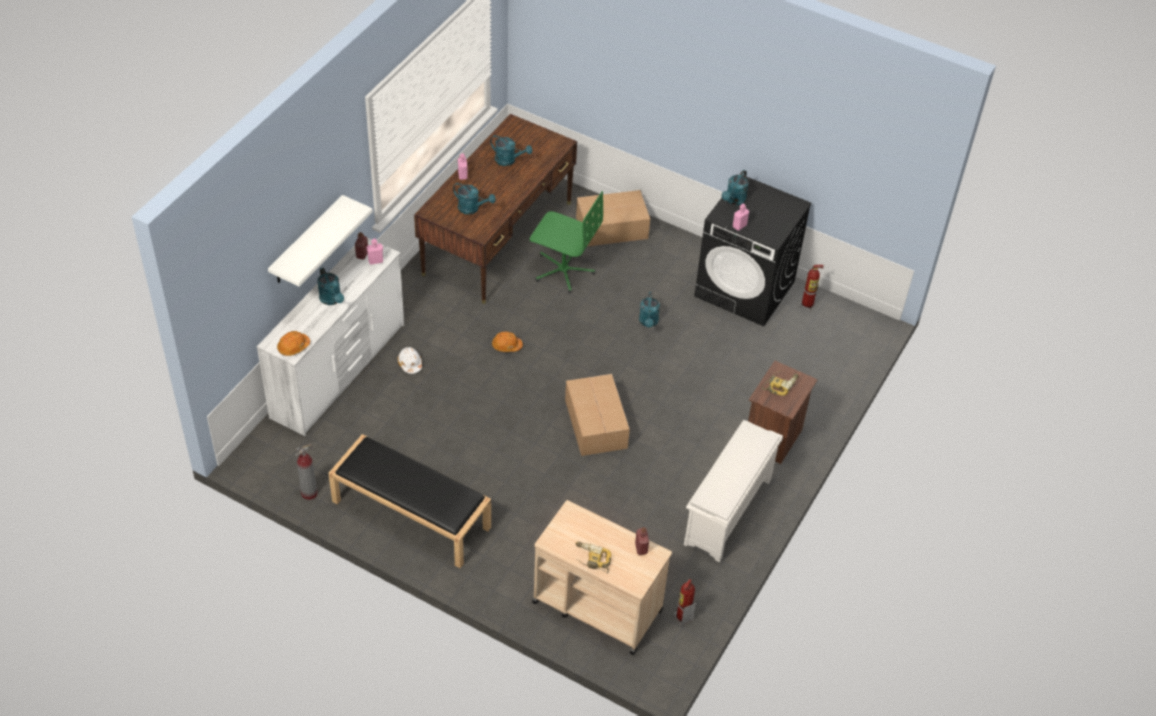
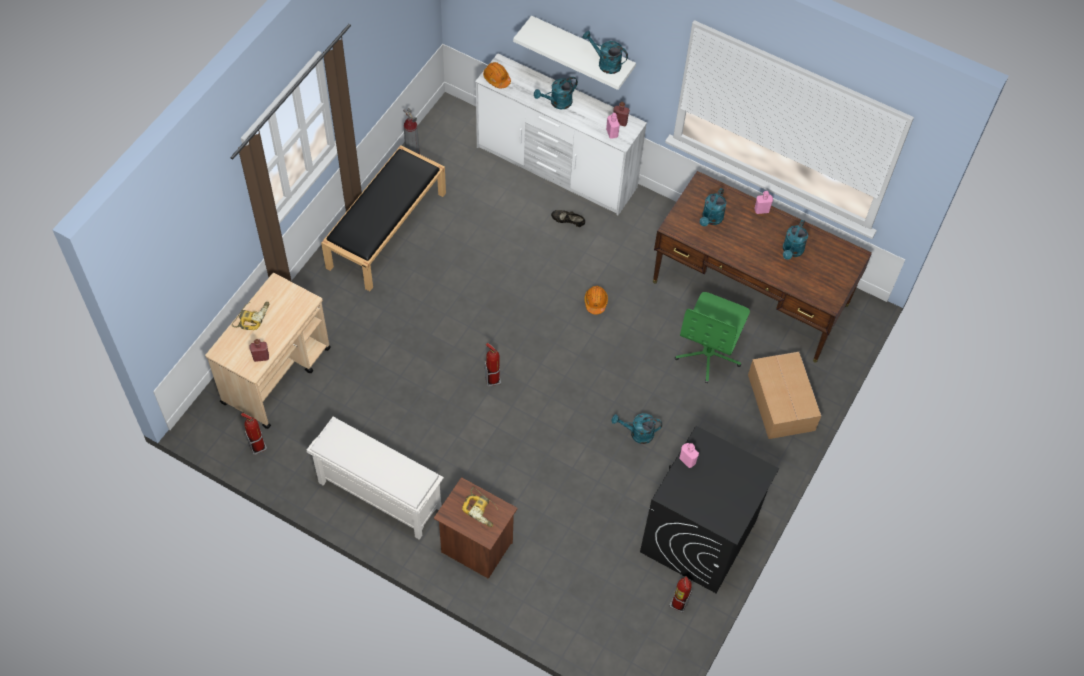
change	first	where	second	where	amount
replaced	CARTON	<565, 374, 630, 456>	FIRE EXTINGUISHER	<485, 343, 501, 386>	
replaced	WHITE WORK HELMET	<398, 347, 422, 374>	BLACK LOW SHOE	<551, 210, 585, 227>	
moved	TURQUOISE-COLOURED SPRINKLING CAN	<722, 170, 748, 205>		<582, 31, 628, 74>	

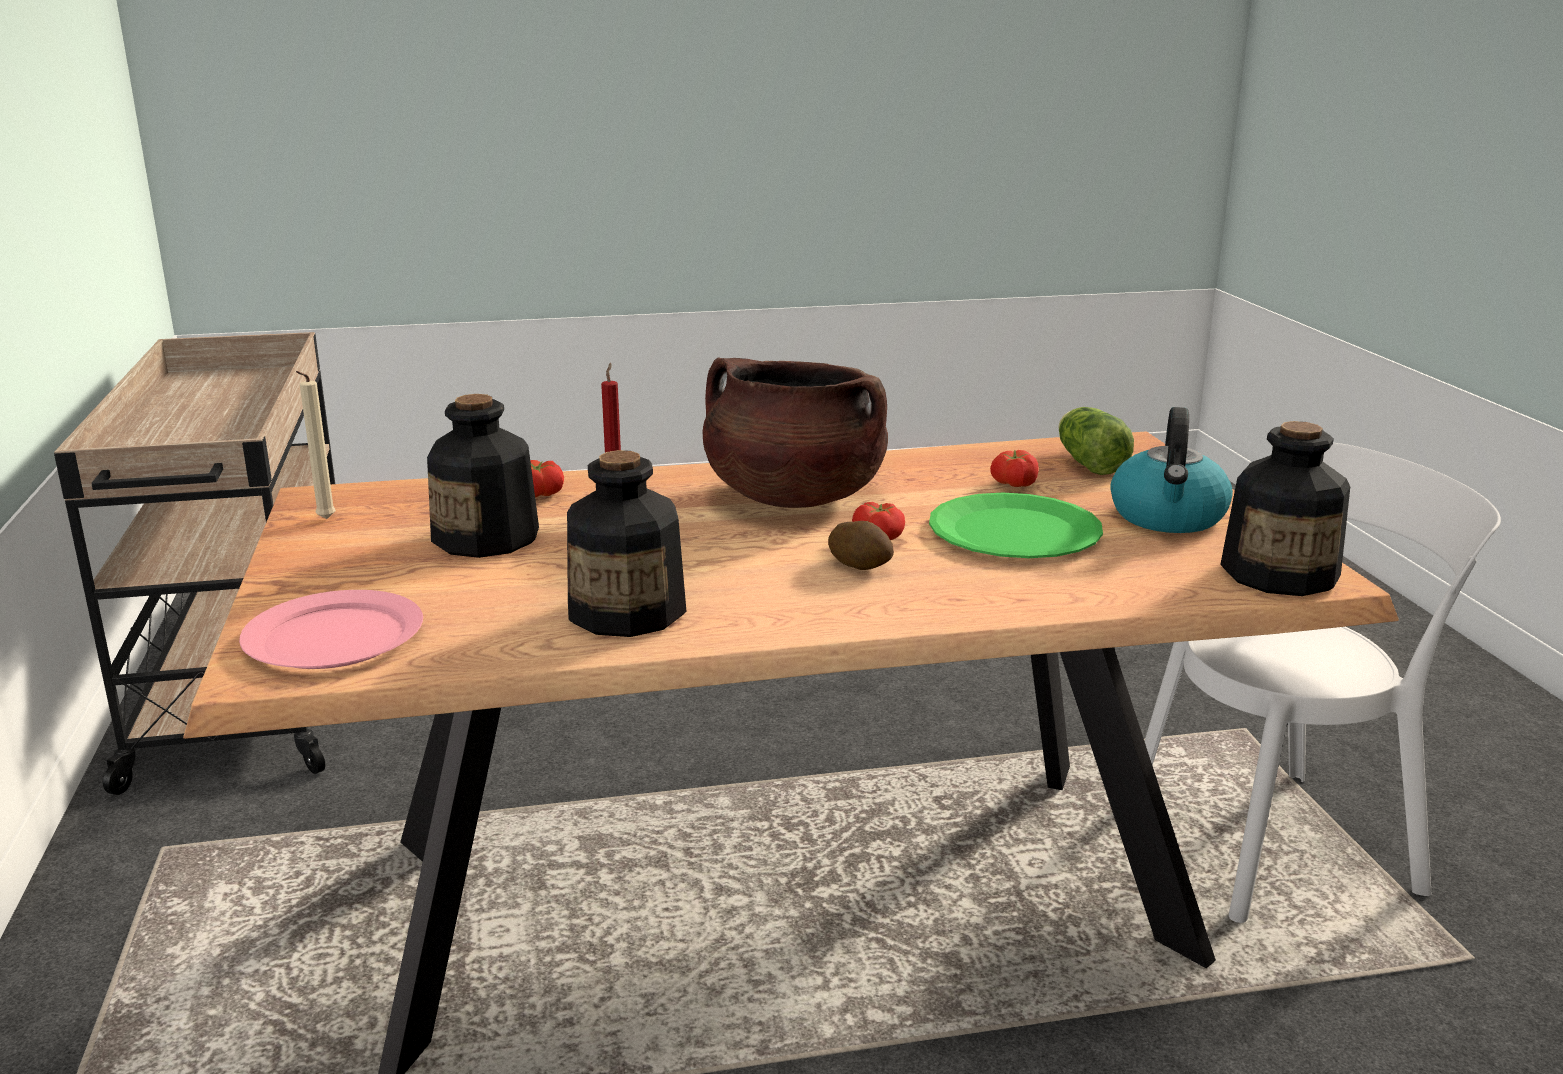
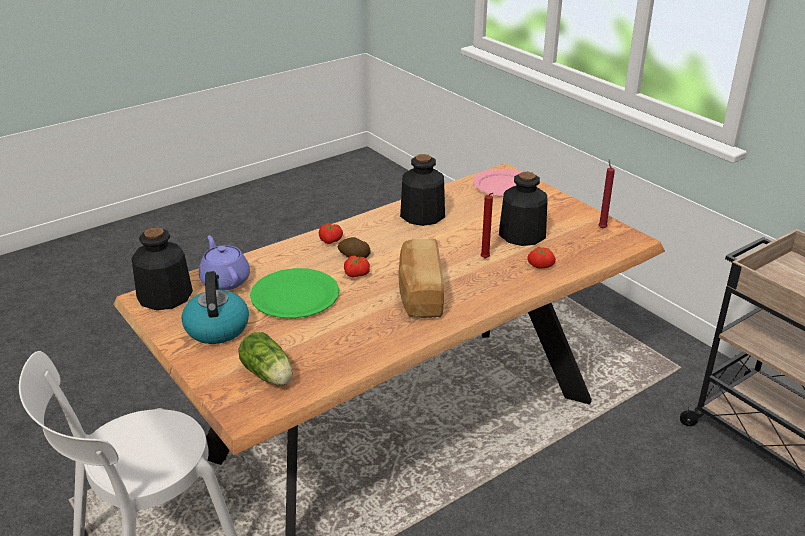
change	first	where	second	where	amount
added			PURPLE POT FOR TEA	<199, 236, 250, 290>	
moved	TOMATO	<990, 450, 1039, 487>		<319, 223, 343, 244>	
replaced	BROWN-COLOURED COOKING POT	<702, 357, 888, 508>	BAKERY BREAD	<398, 239, 444, 318>	
recoloured	BEIGE WAX CANDLE	<296, 371, 336, 519>	RED-COLOURED WAX CANDLE	<598, 159, 615, 229>	

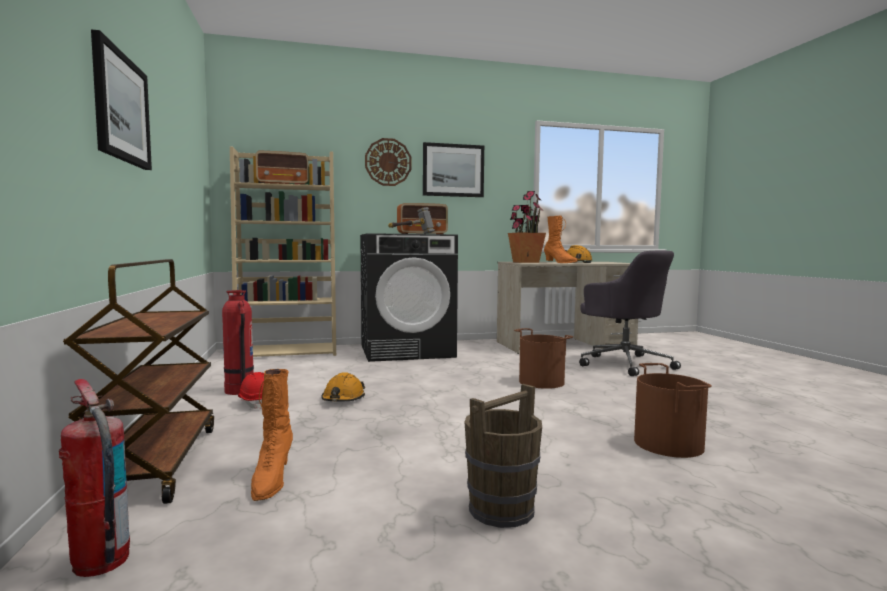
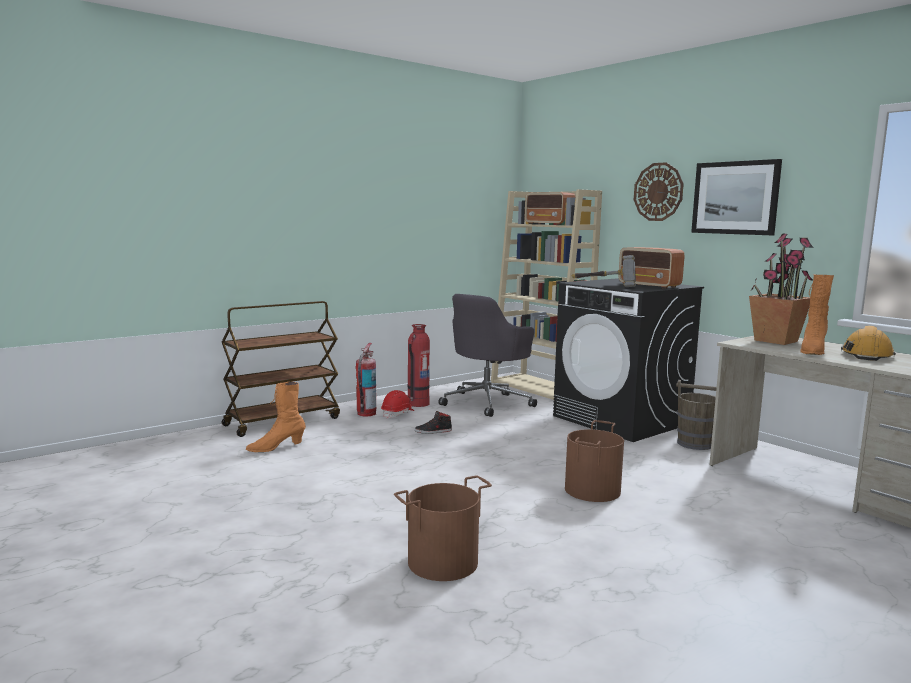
change	first	where	second	where	amount
moved	FIRE EXTINGUISHER	<59, 379, 130, 577>		<355, 343, 377, 416>	
replaced	ORANGE WORK HELMET	<321, 372, 365, 401>	BLACK LOW SHOE	<415, 411, 452, 434>	
moved	GRAY OFFICE CHAIR	<579, 250, 681, 376>		<438, 294, 537, 417>	
moved	BROWN-COLOURED WATER BUCKET	<465, 384, 542, 528>		<676, 380, 717, 450>	
removed	PICTURE	<91, 29, 152, 170>			

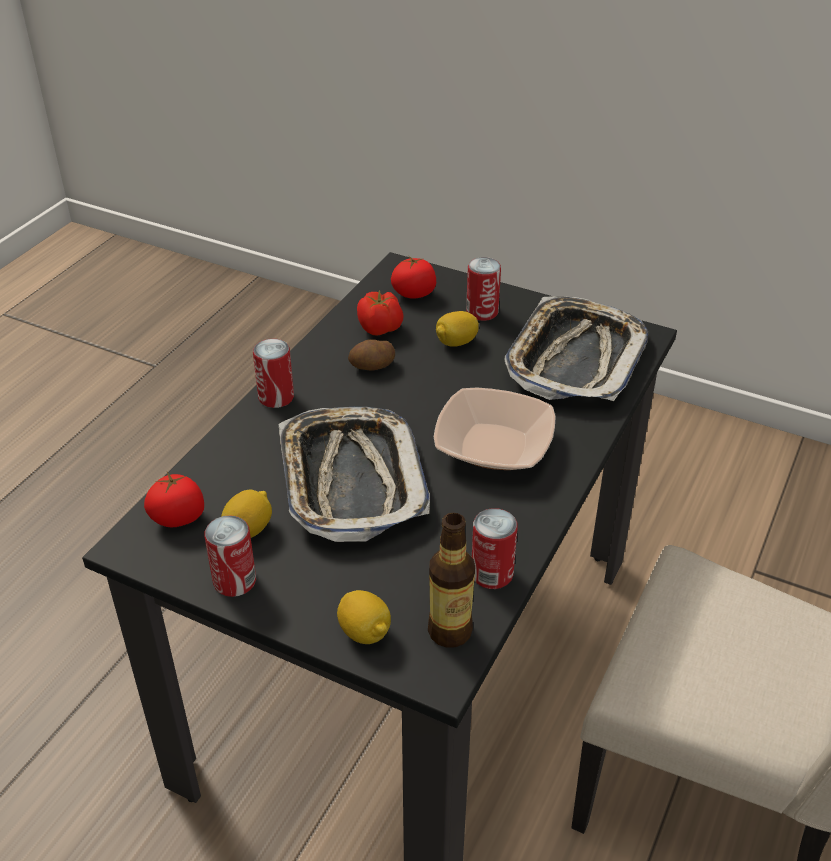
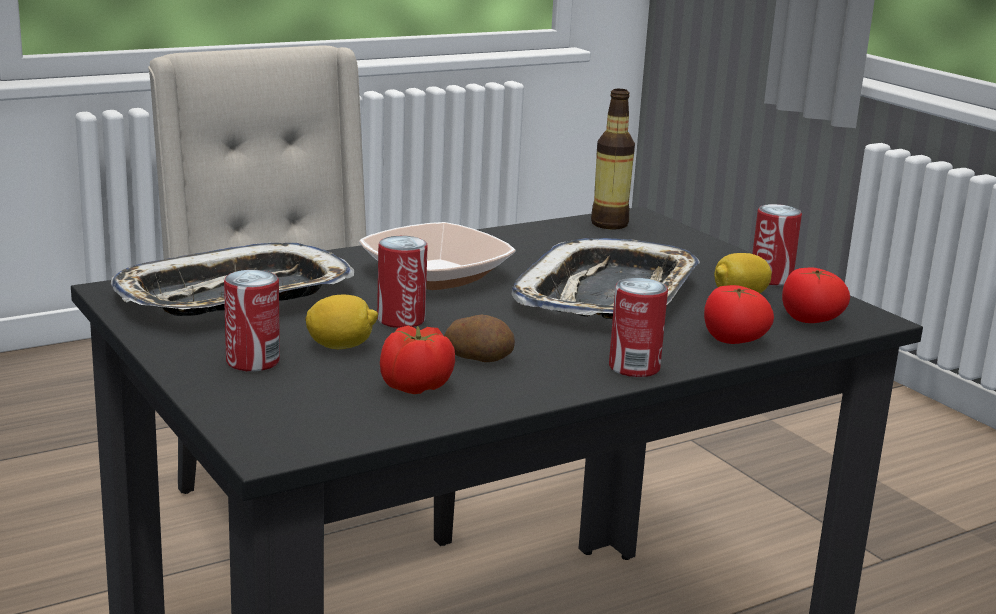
change	first	where	second	where	amount
moved	METAL CAN	<472, 508, 518, 589>		<377, 236, 428, 328>	
moved	TOMATO	<391, 256, 436, 298>		<704, 285, 774, 344>	
removed	CITRUS FRUIT	<337, 590, 391, 644>			

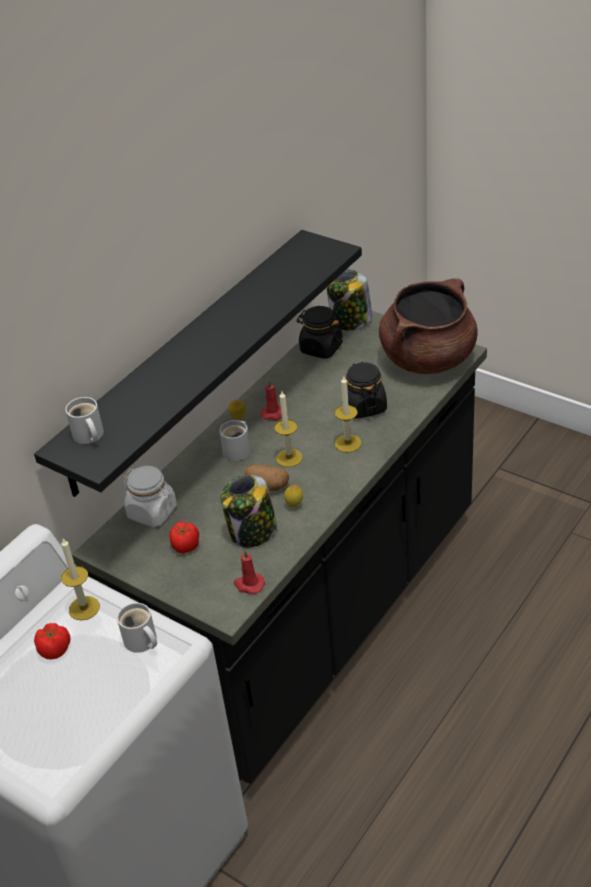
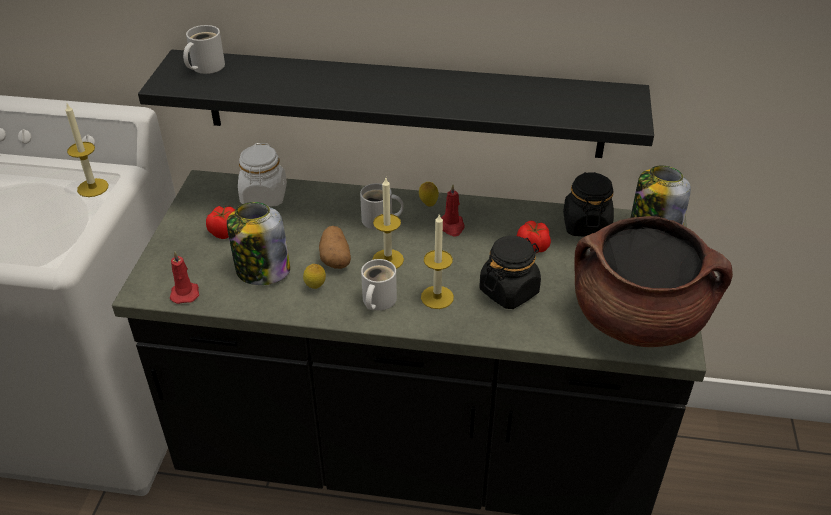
change	first	where	second	where	amount
moved	WHITE TEA MUG	<117, 603, 157, 653>		<361, 259, 397, 310>	
moved	TOMATO	<34, 623, 70, 659>		<517, 221, 551, 253>	

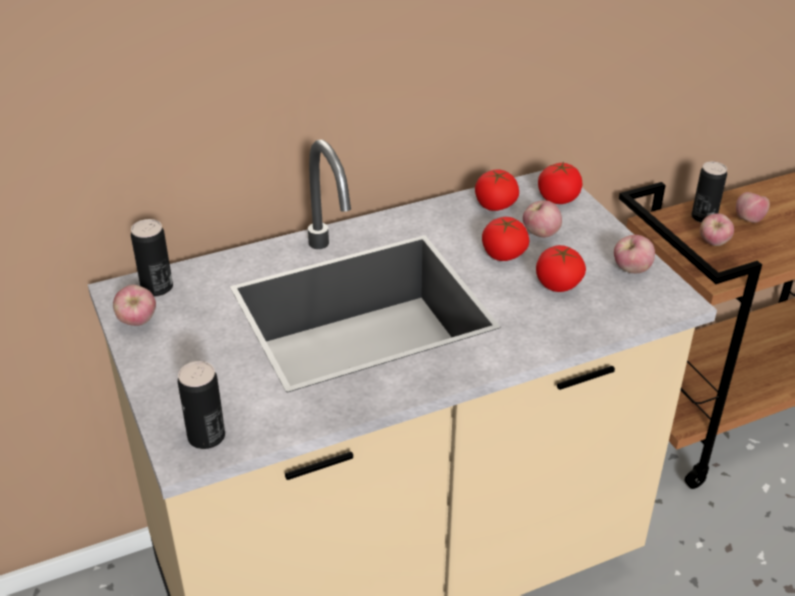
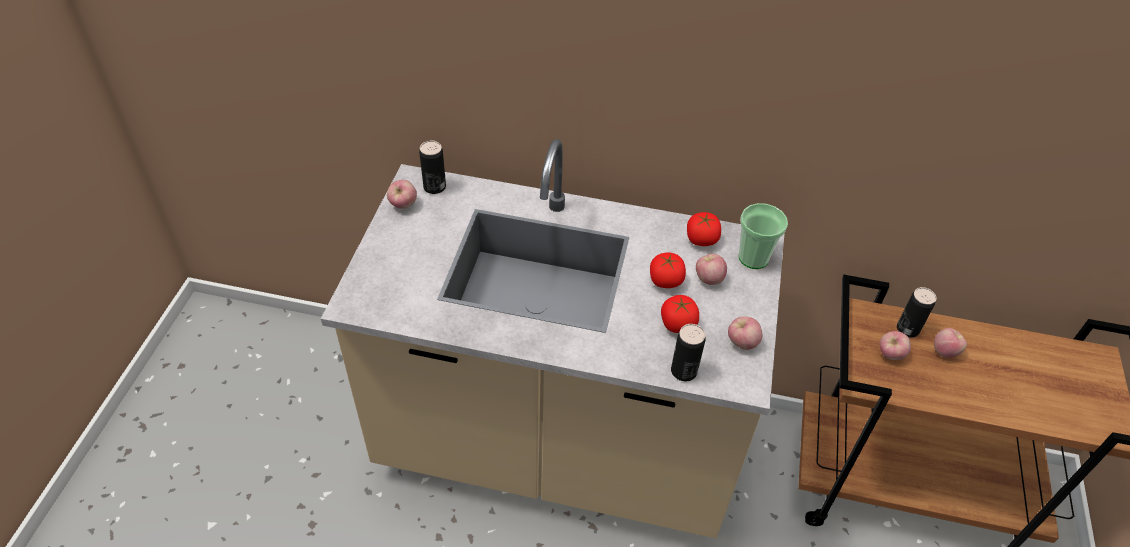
change	first	where	second	where	amount
moved	METAL CAN	<178, 361, 225, 449>		<671, 324, 706, 381>	
replaced	TOMATO	<538, 162, 582, 204>	DRINKING CUP	<739, 203, 788, 269>	

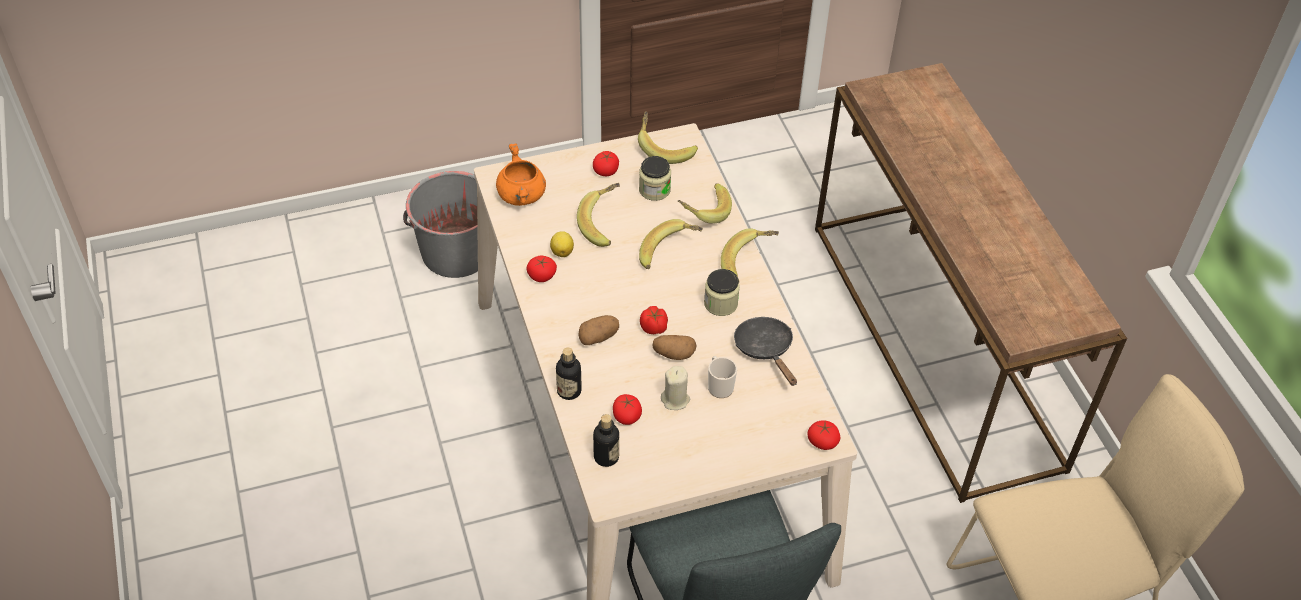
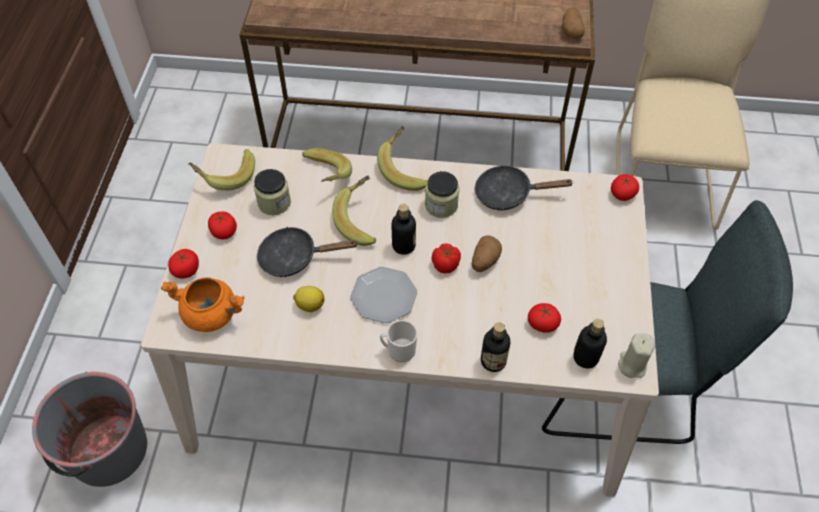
change	first	where	second	where	amount
moved	TOMATO	<527, 256, 557, 282>		<168, 249, 199, 278>	
replaced	WHOLE BANANA	<577, 183, 620, 247>	BLACK SKILLET	<257, 227, 359, 277>	
added			PLATE	<350, 267, 417, 323>	
moved	TEA MUG	<708, 356, 737, 398>		<380, 320, 418, 362>	
added			DRINK BOTTLE	<392, 204, 416, 255>	
moved	WHOLE POTATO	<578, 315, 619, 345>		<562, 8, 585, 39>	
moved	BEIGE WAX CANDLE	<661, 366, 690, 410>		<618, 333, 655, 378>	

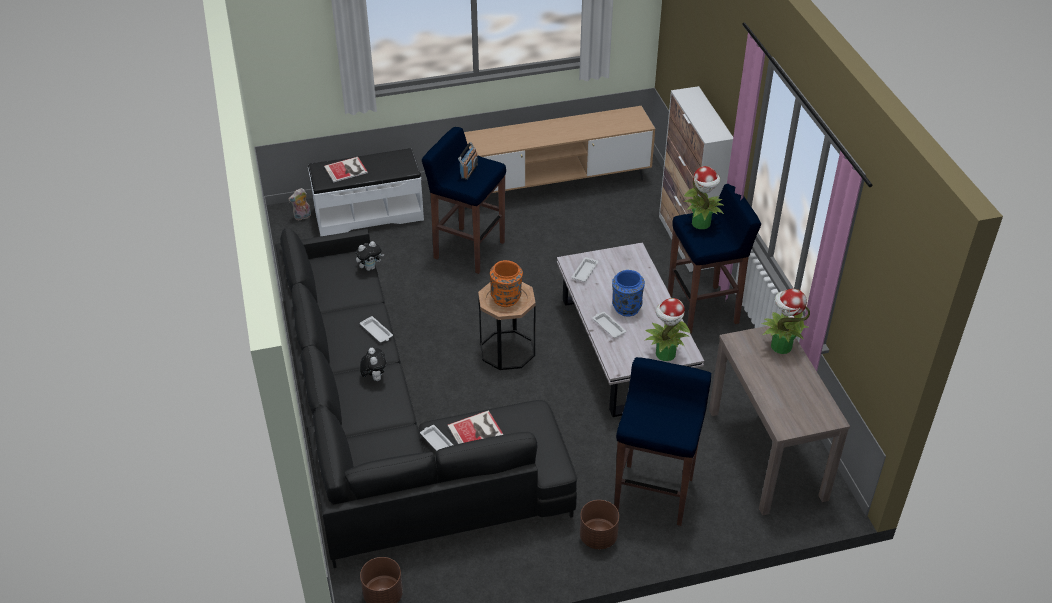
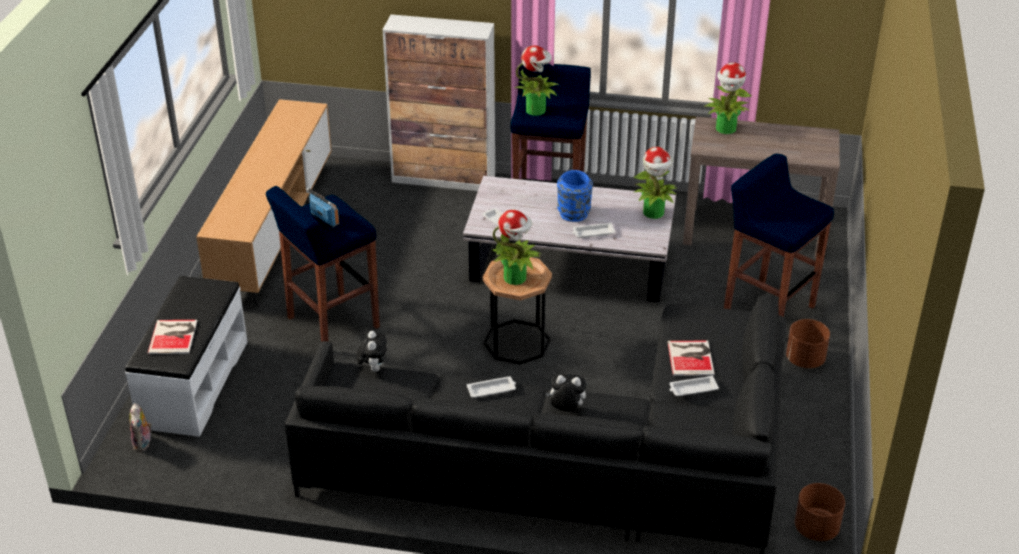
change	first	where	second	where	amount
replaced	ORANGE FLOWER VASE	<490, 260, 523, 307>	POTTED PLANT	<492, 210, 541, 285>	

